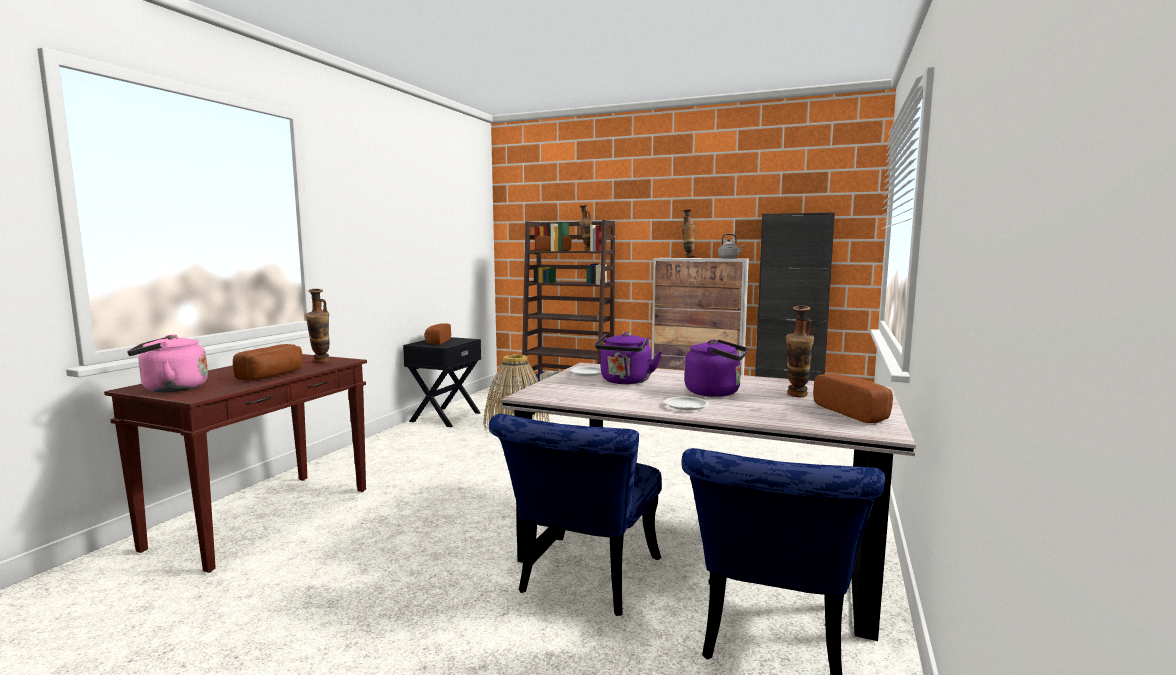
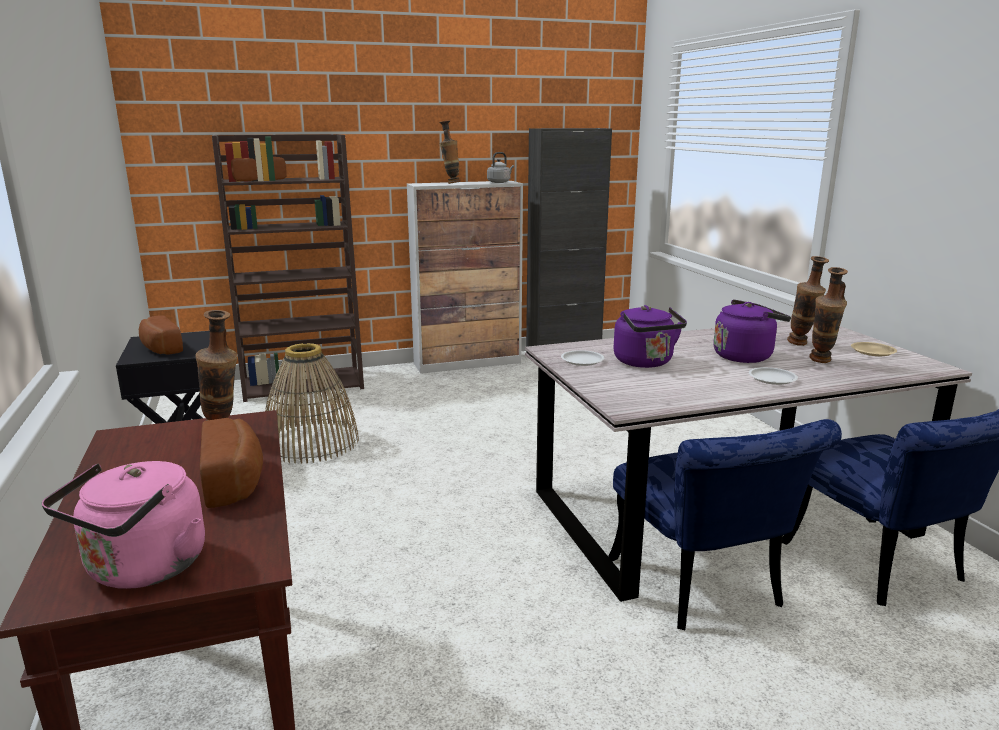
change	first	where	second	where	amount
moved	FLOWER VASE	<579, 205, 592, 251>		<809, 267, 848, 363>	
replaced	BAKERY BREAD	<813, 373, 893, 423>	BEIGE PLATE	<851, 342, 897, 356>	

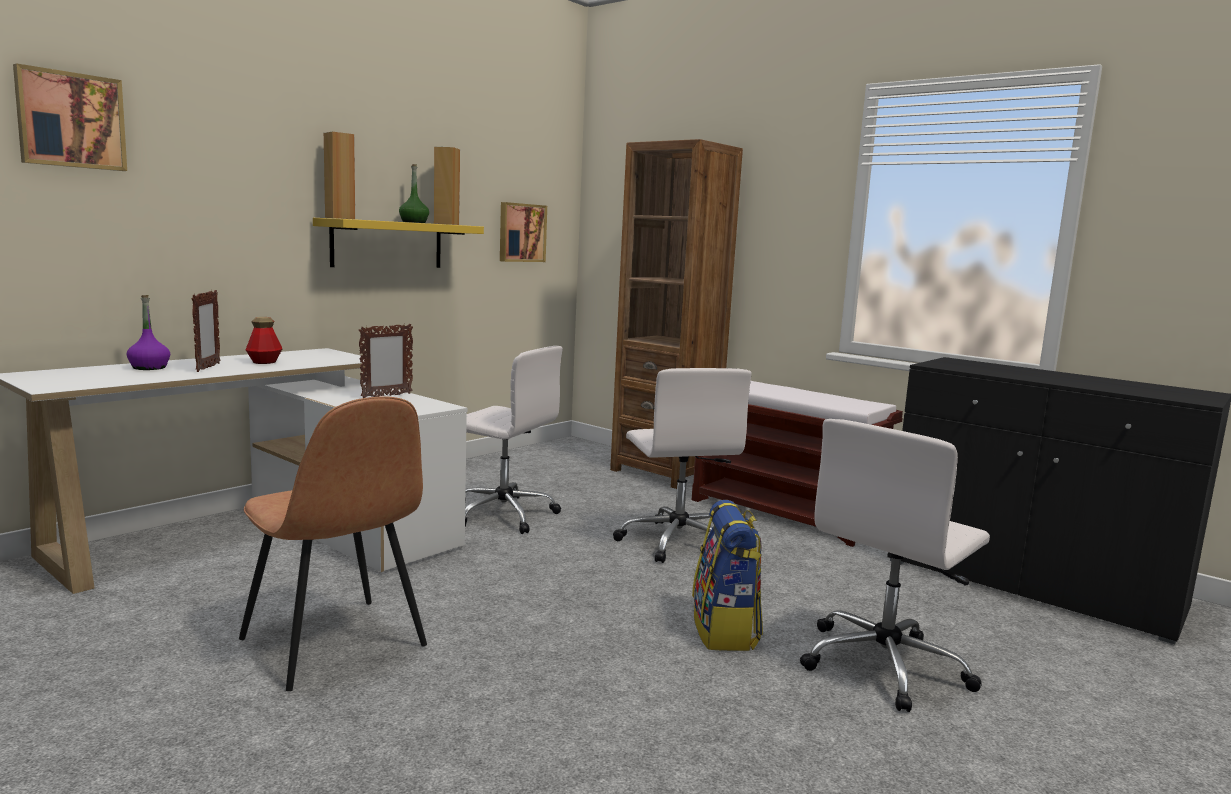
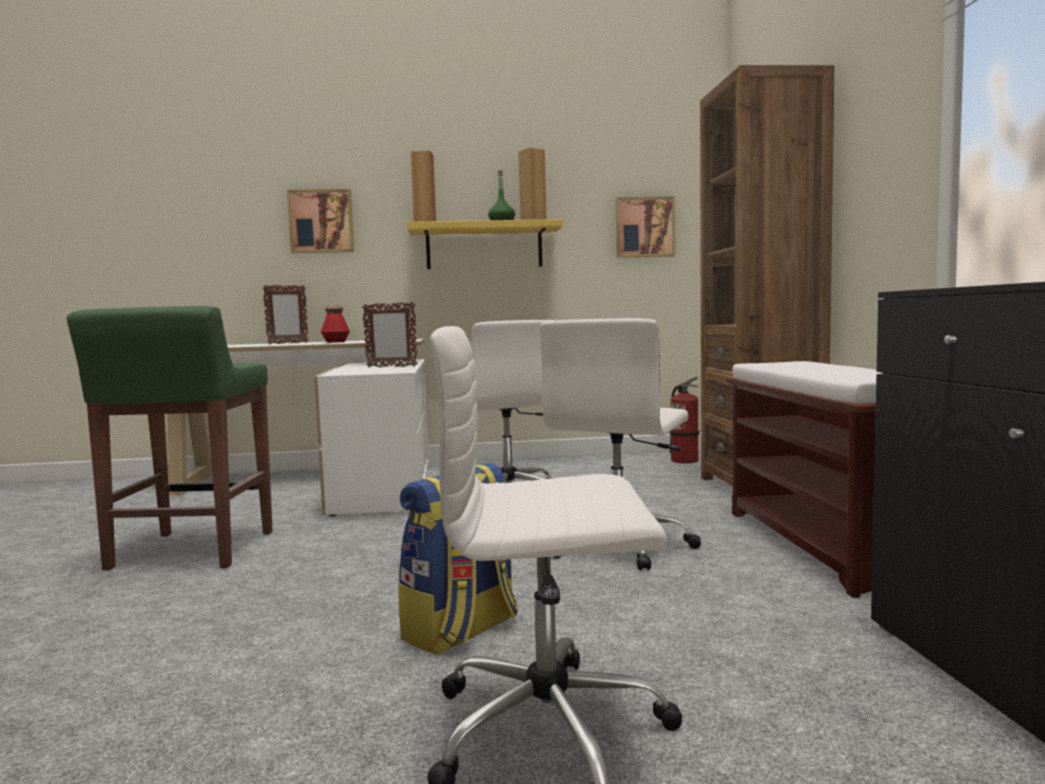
change	first	where	second	where	amount
replaced	BROWN-COLOURED PLAIN CHAIR	<239, 396, 427, 691>	GREENISH STOOL	<67, 306, 273, 571>	
moved	PICTURE	<13, 63, 127, 171>		<287, 189, 354, 253>	
added			FIRE EXTINGUISHER	<670, 377, 699, 463>	
removed	PURPLE DRINK BOTTLE	<127, 295, 170, 370>			

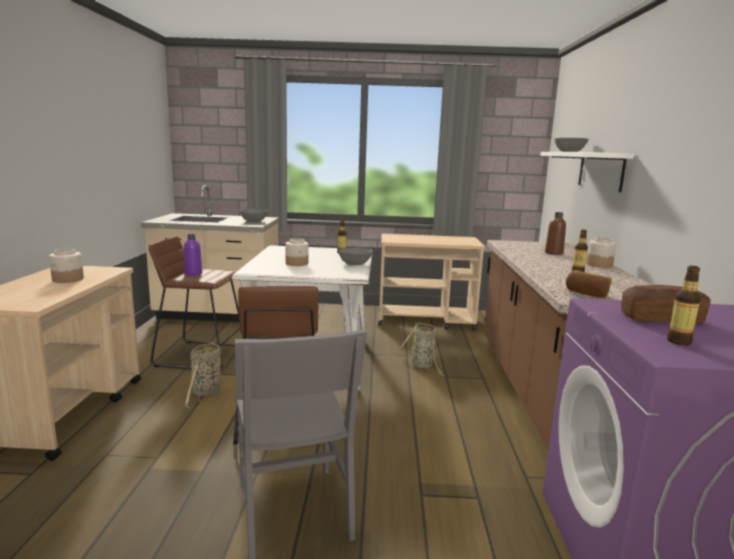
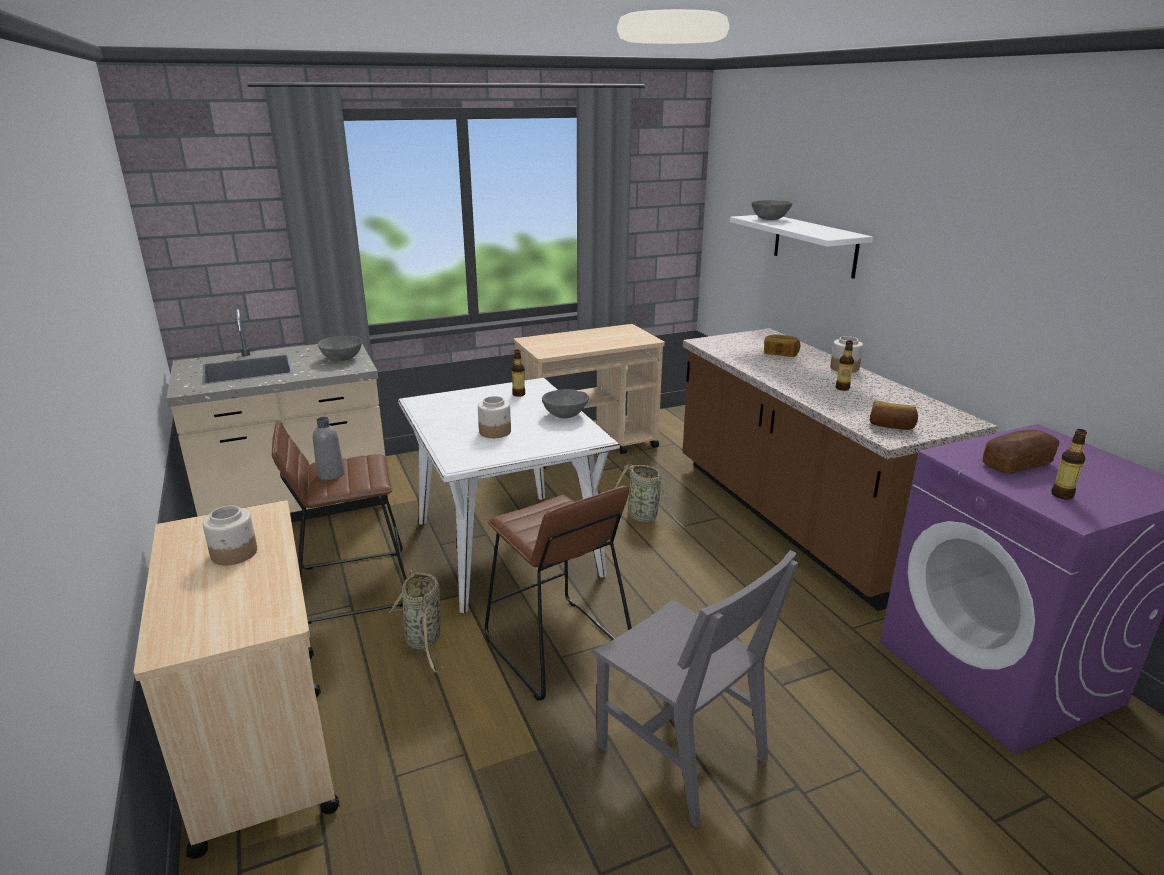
change	first	where	second	where	amount
recoloured	PURPLE DRINK BOTTLE	<184, 234, 202, 276>	GRAY DRINK BOTTLE	<313, 417, 344, 480>	
replaced	BROWN-COLOURED DRINK BOTTLE	<545, 212, 566, 255>	BAKERY BREAD	<764, 334, 800, 357>	

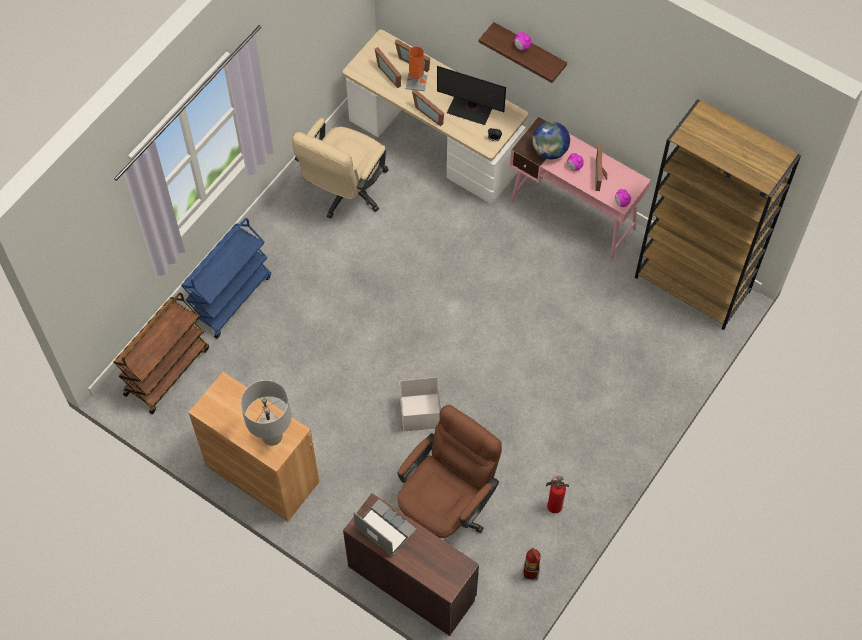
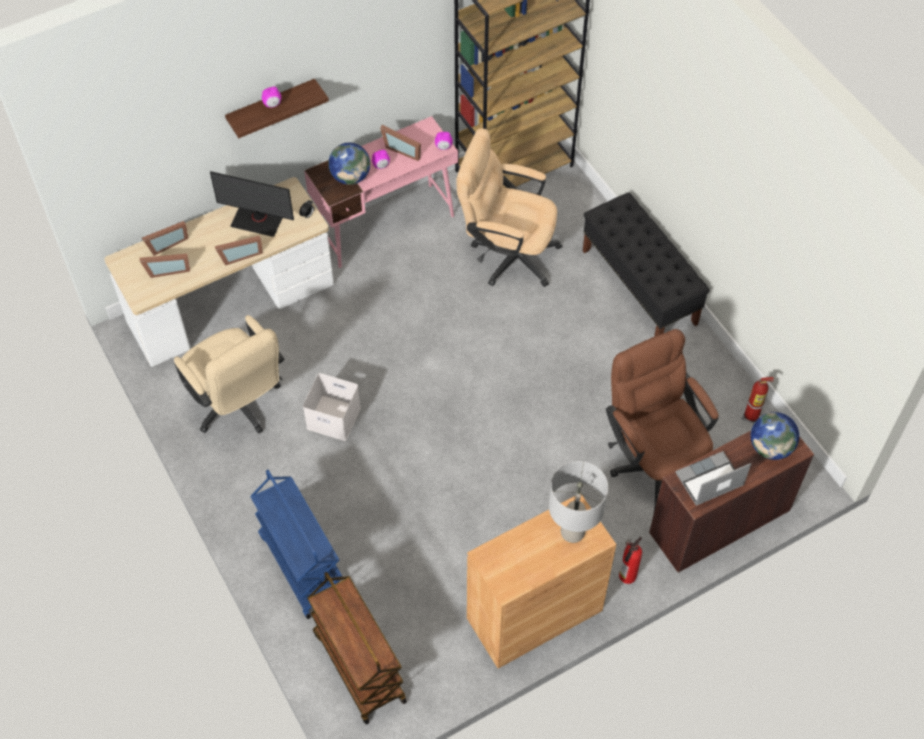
change	first	where	second	where	amount
turned	COMPUTER SCREEN	<437, 66, 506, 125>		<210, 171, 294, 237>	60 degrees clockwise
moved	WHITE STORAGE BIN	<400, 377, 442, 432>		<303, 373, 361, 441>	
added			BEIGE OFFICE CHAIR	<456, 128, 562, 287>	
added			BLACK BENCH	<583, 193, 710, 337>	
moved	FIRE EXTINGUISHER	<546, 476, 569, 513>		<619, 537, 642, 584>	
added			DESK GLOBE	<751, 412, 799, 460>	
removed	ORANGE TABLE LAMP	<406, 46, 428, 91>			

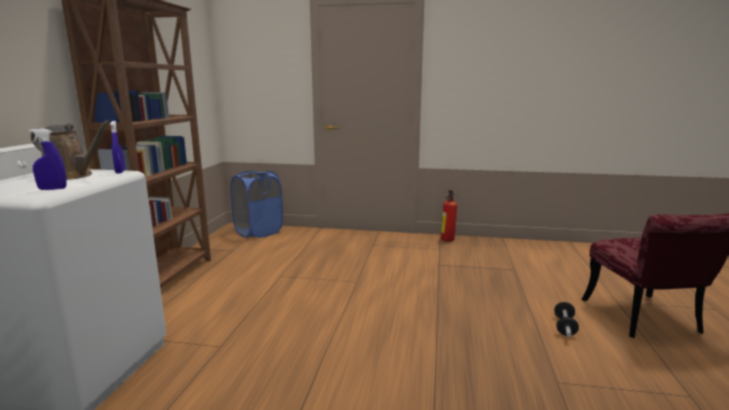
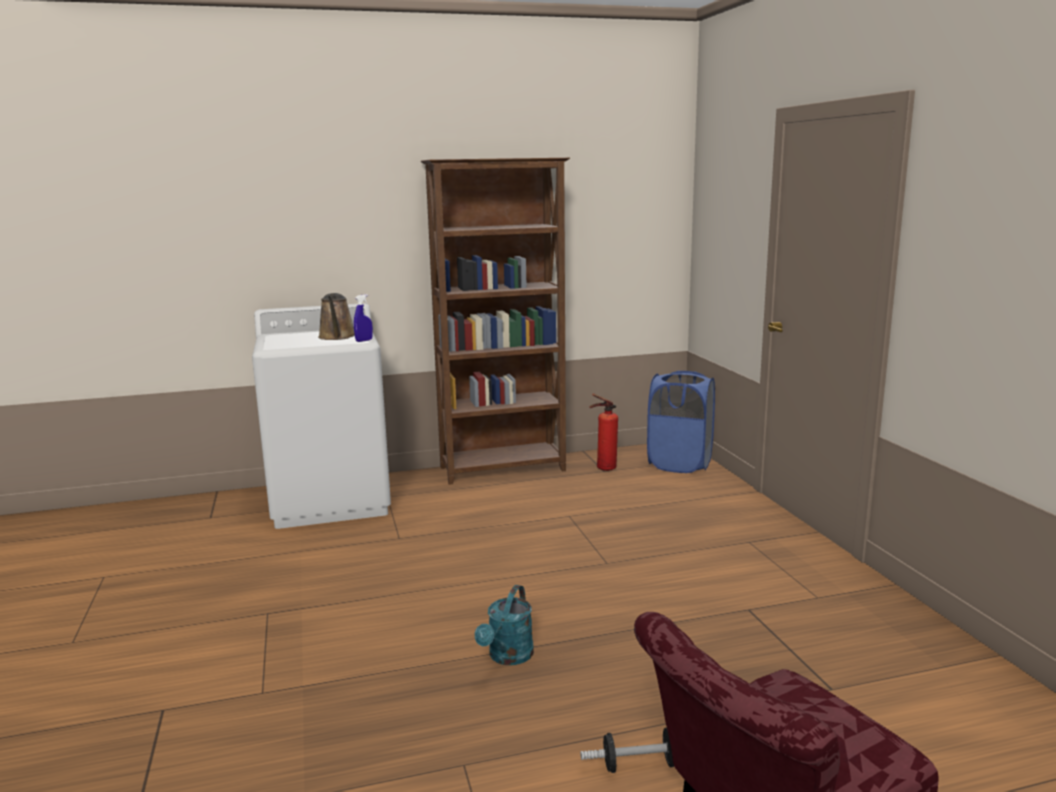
change	first	where	second	where	amount
added			TURQUOISE-COLOURED SPRINKLING CAN	<475, 585, 534, 665>	
moved	FIRE EXTINGUISHER	<441, 190, 458, 242>		<589, 393, 618, 471>	
removed	BLUE SPRAYER	<29, 129, 67, 190>			

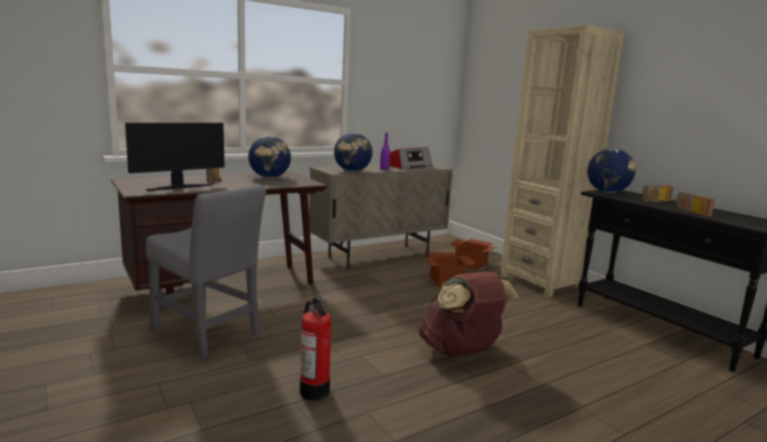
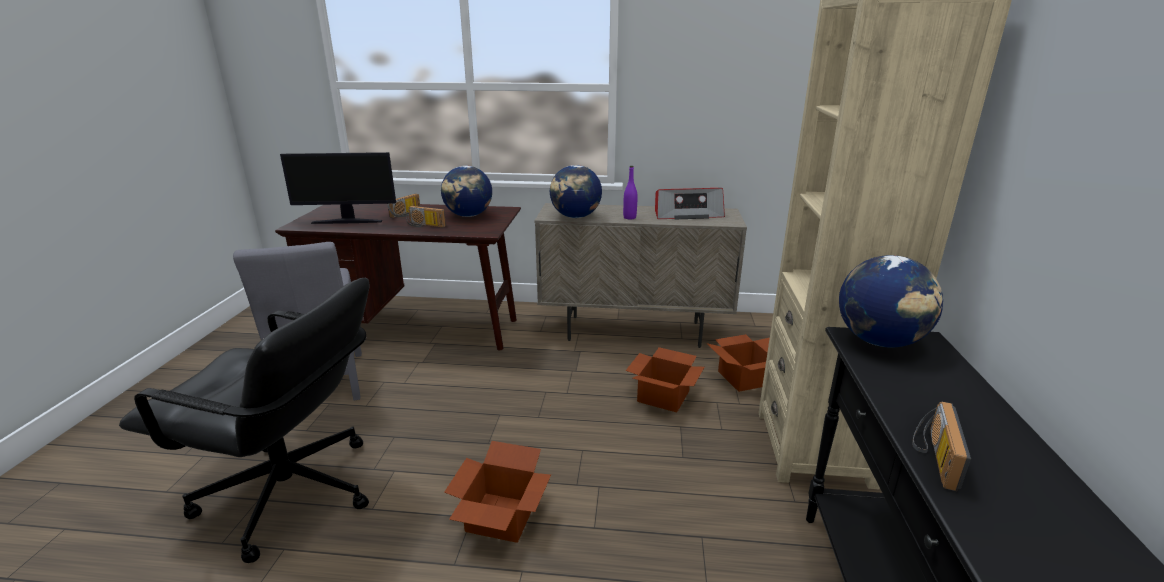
change	first	where	second	where	amount
replaced	FIRE EXTINGUISHER	<300, 297, 331, 400>	BLACK OFFICE CHAIR	<119, 278, 369, 563>	
moved	RADIO SET	<641, 185, 673, 203>		<406, 206, 446, 227>	
replaced	BROWN-COLOURED KNAPSACK	<419, 271, 519, 357>	CARTON	<444, 441, 551, 543>	

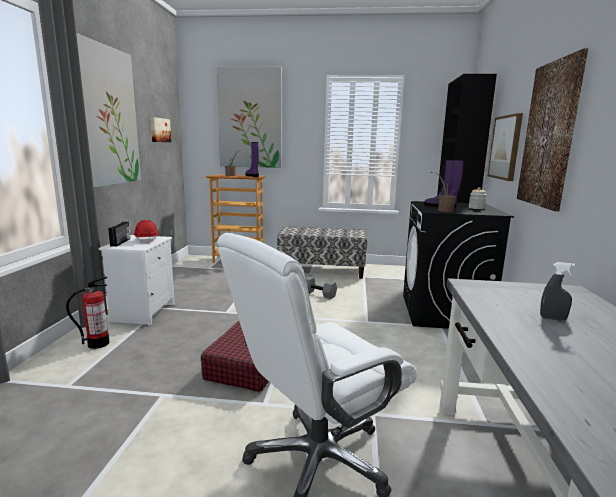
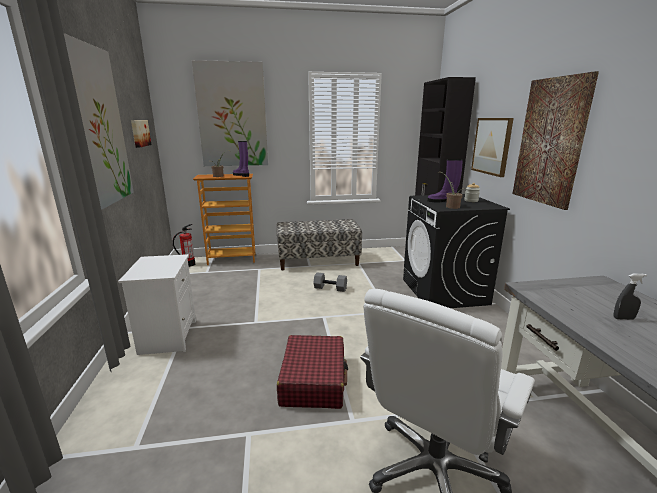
change	first	where	second	where	amount
moved	FIRE EXTINGUISHER	<66, 276, 109, 349>		<172, 224, 195, 267>	
removed	RADIO SET	<108, 222, 130, 247>			
removed	RED-COLOURED WORK HELMET	<134, 220, 159, 244>			

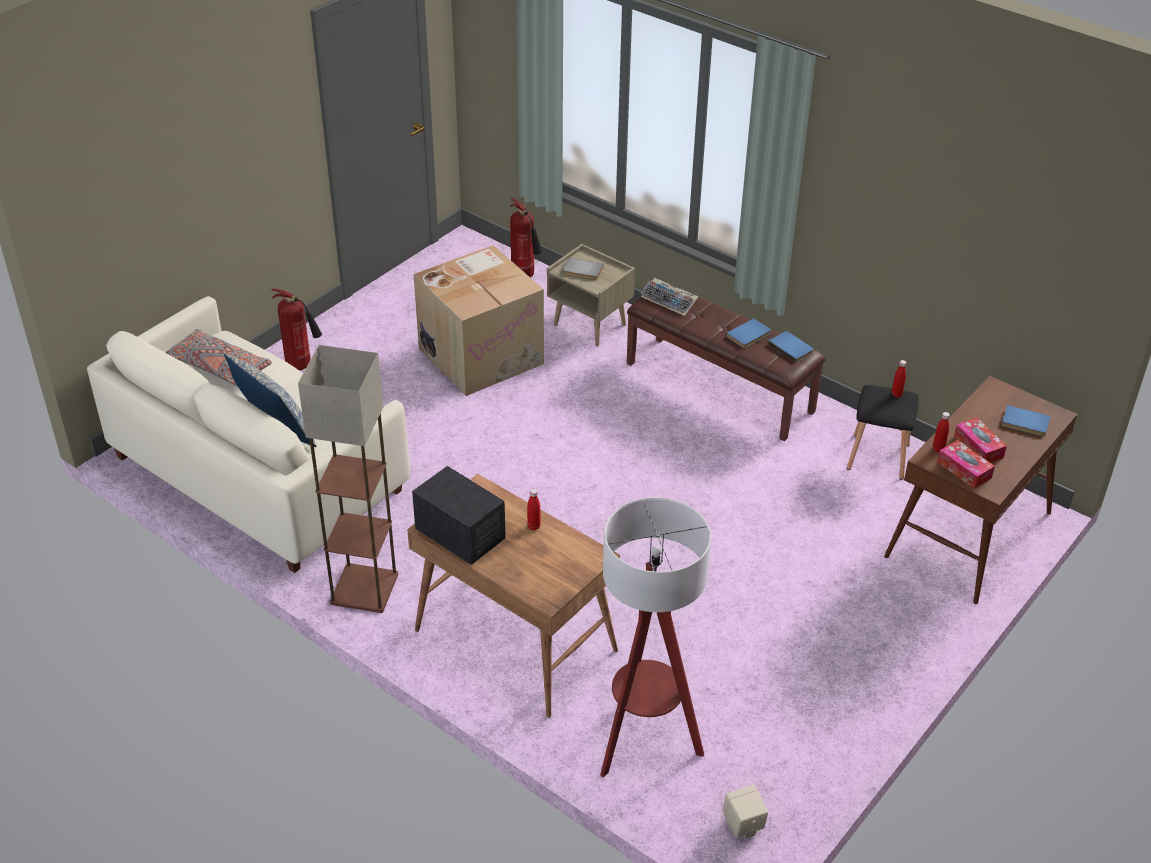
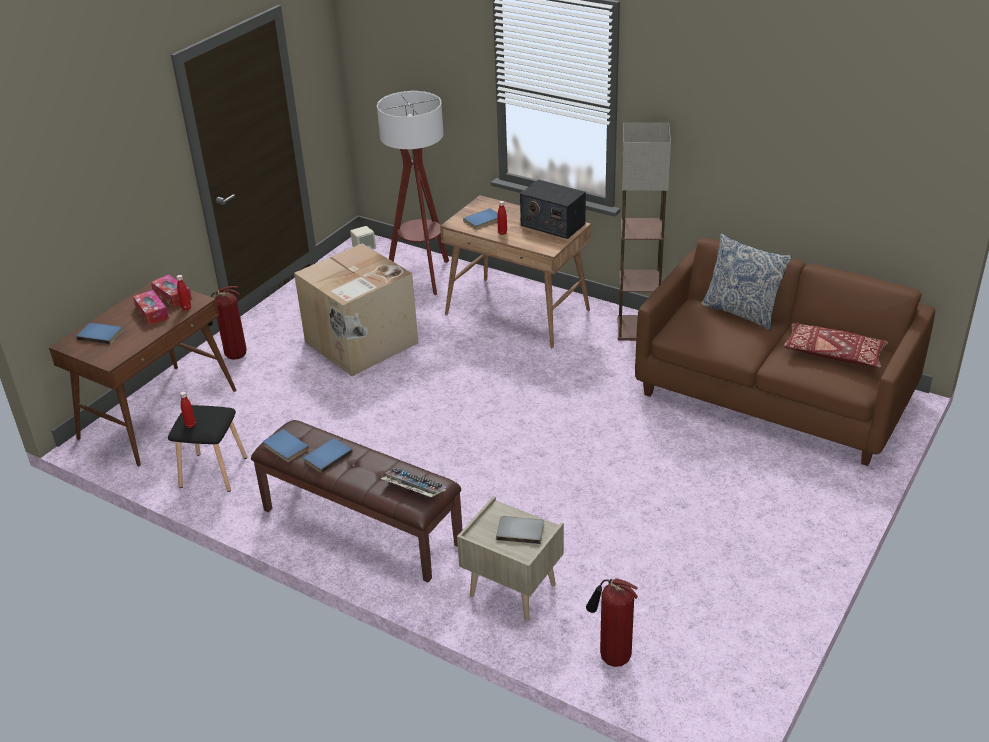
change	first	where	second	where	amount
moved	FIRE EXTINGUISHER	<272, 289, 322, 370>		<208, 286, 246, 360>	
moved	CARTON	<414, 245, 544, 396>		<294, 243, 418, 376>	
added			BLUE BOOK	<463, 208, 498, 230>	
recoloured	WHITE SETTEE	<87, 296, 410, 573>	BROWN-COLOURED SETTEE	<635, 239, 935, 466>	
recoloured	GRAY CUSHION	<165, 329, 272, 387>	RED-COLOURED CUSHION	<784, 323, 888, 368>	

